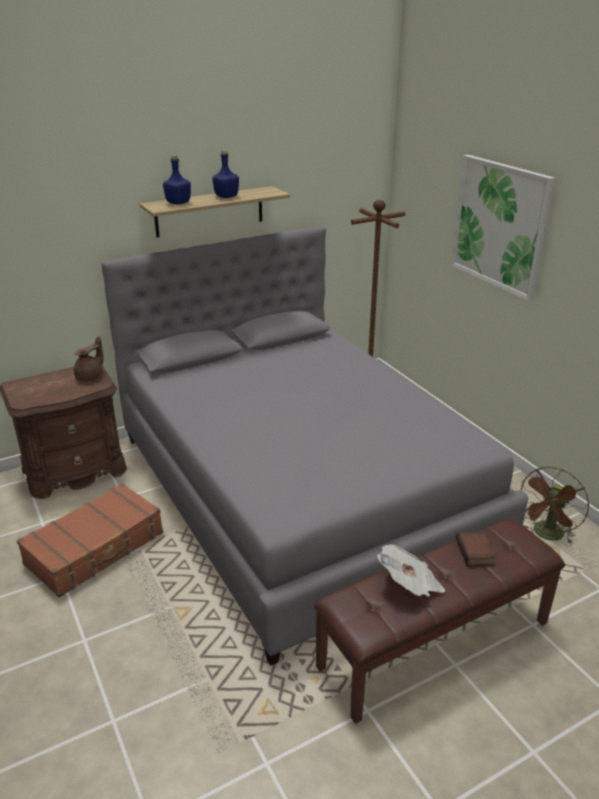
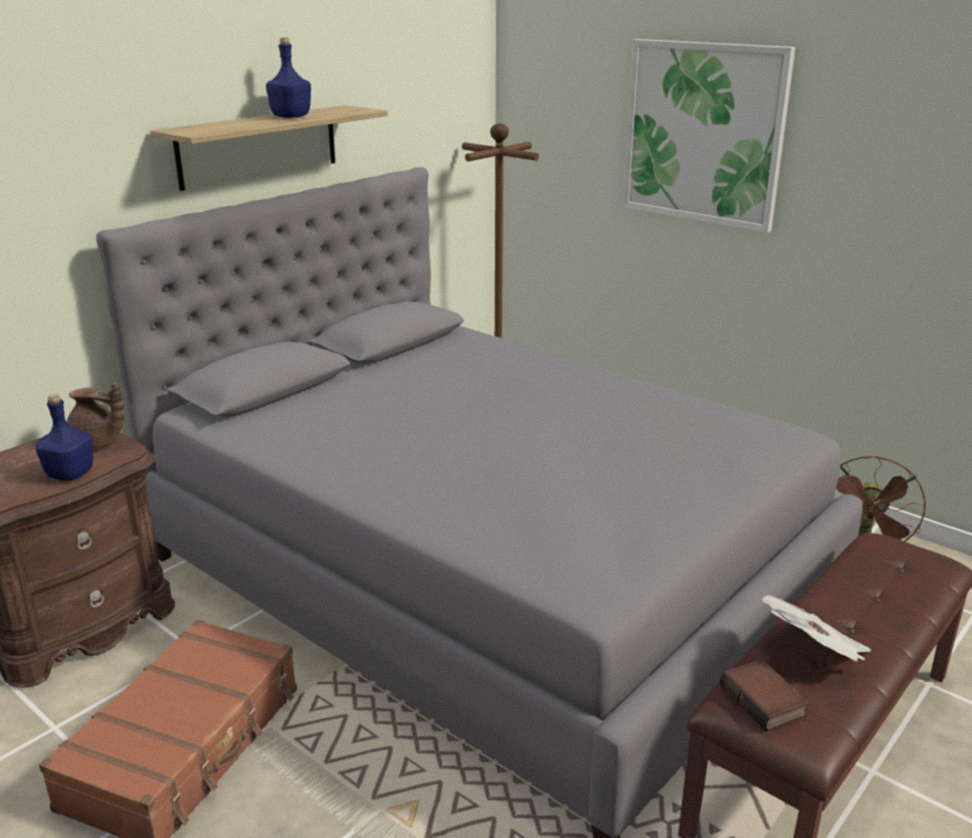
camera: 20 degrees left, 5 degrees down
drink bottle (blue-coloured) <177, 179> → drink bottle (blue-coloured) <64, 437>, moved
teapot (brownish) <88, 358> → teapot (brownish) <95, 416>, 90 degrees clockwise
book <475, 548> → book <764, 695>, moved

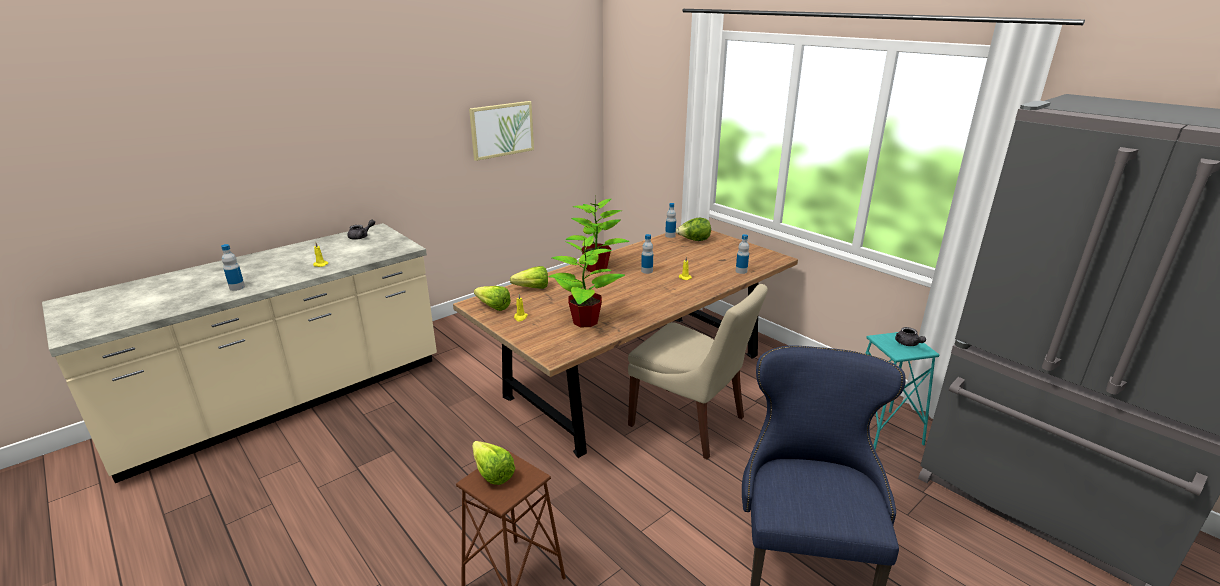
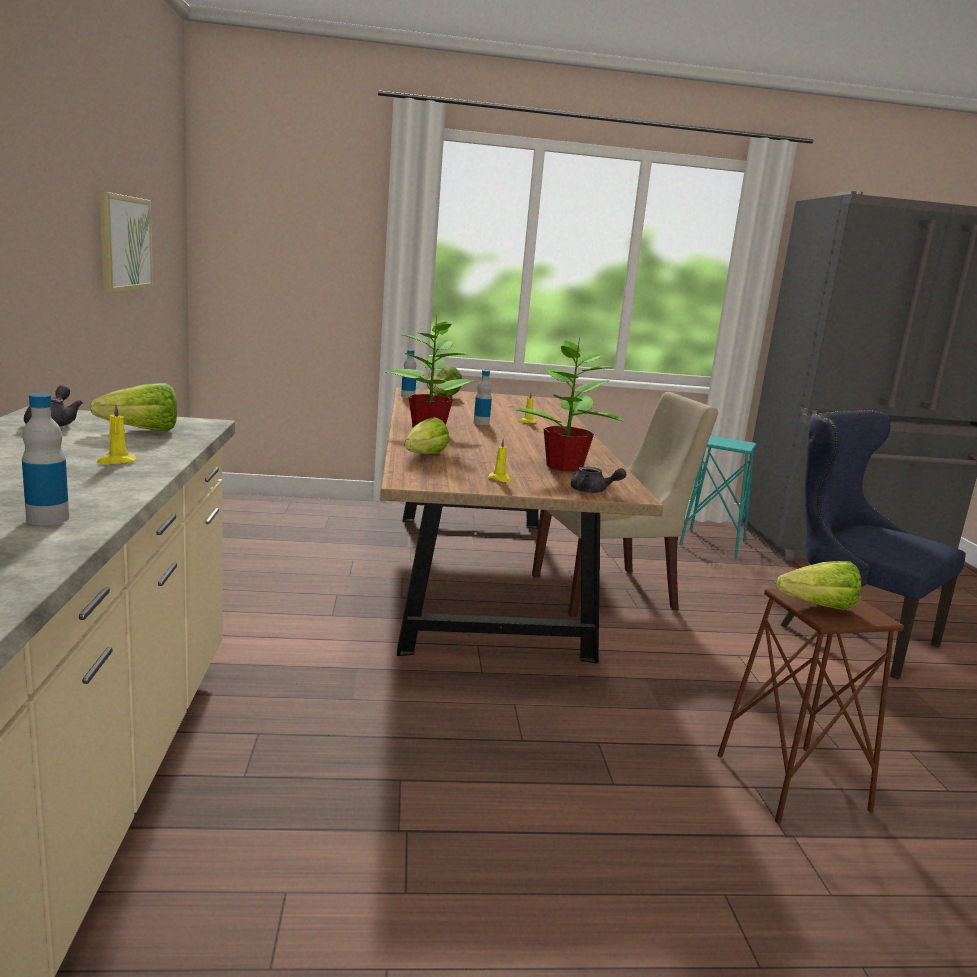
camera: 55 degrees left, 10 degrees down
lettuce <492, 298> → lettuce <133, 407>, moved
teapot (gray) <910, 336> → teapot (gray) <598, 479>, moved
drink bottle <742, 254> → -

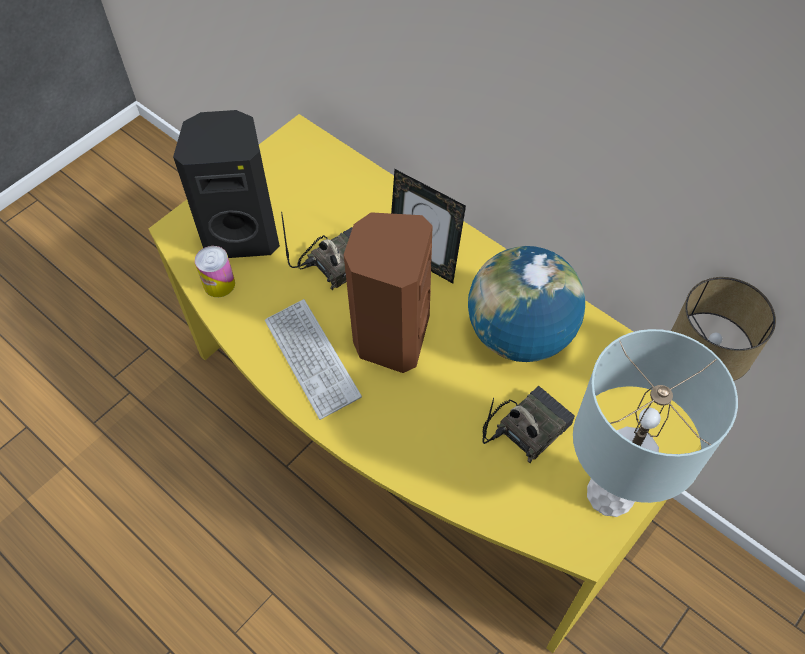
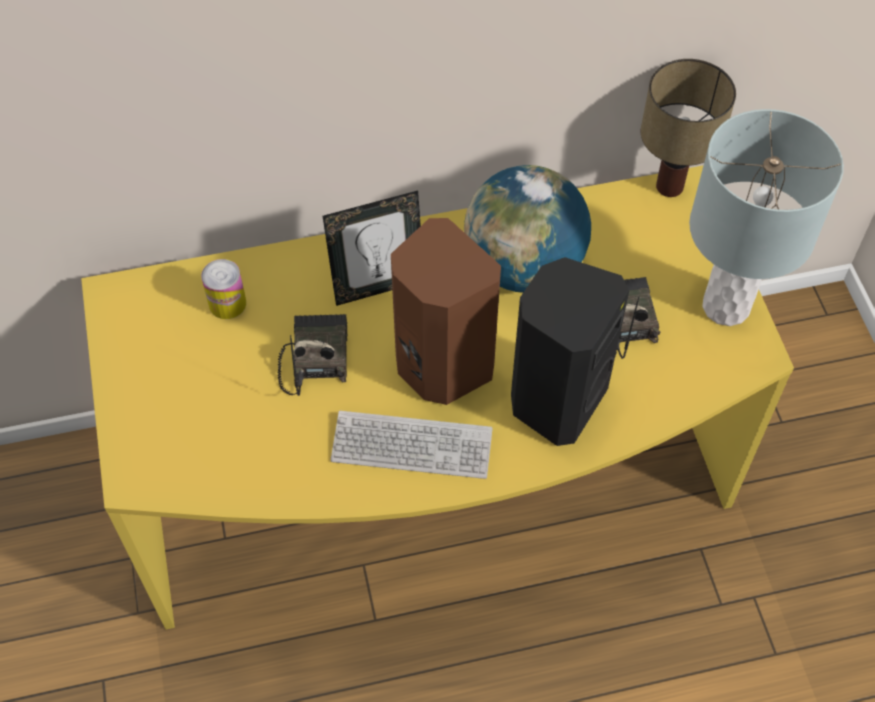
camera: 55 degrees left, 0 degrees up
can <215, 271> → can <223, 289>, moved
loudspeaker (black-coloured) <226, 184> → loudspeaker (black-coloured) <570, 351>, moved

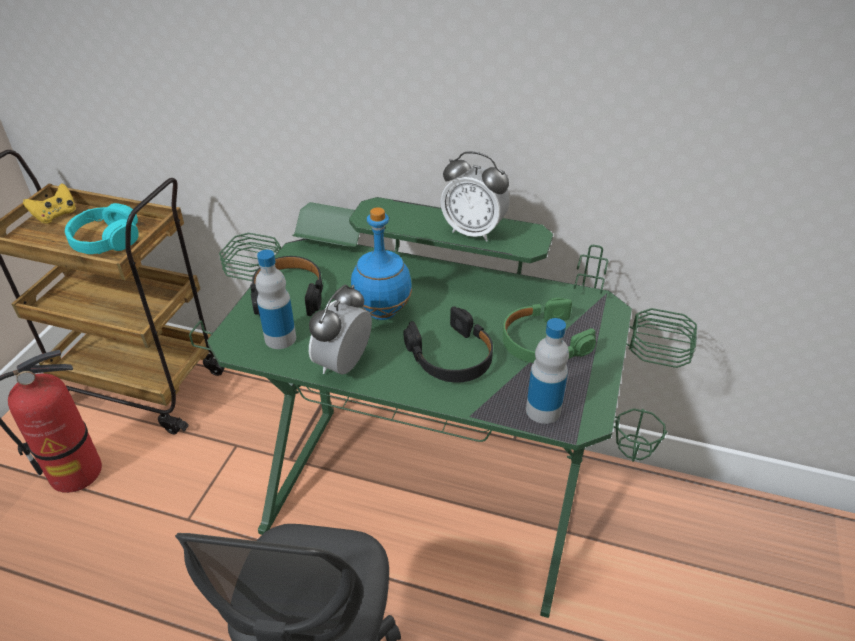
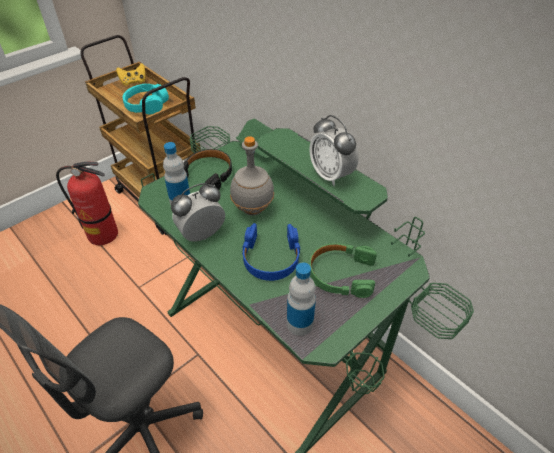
camera: 30 degrees right, 5 degrees up
drink bottle (blue-coloured) <381, 263> → drink bottle (gray) <252, 176>
headset (black-coloured) <448, 344> → headset (blue-coloured) <271, 252>

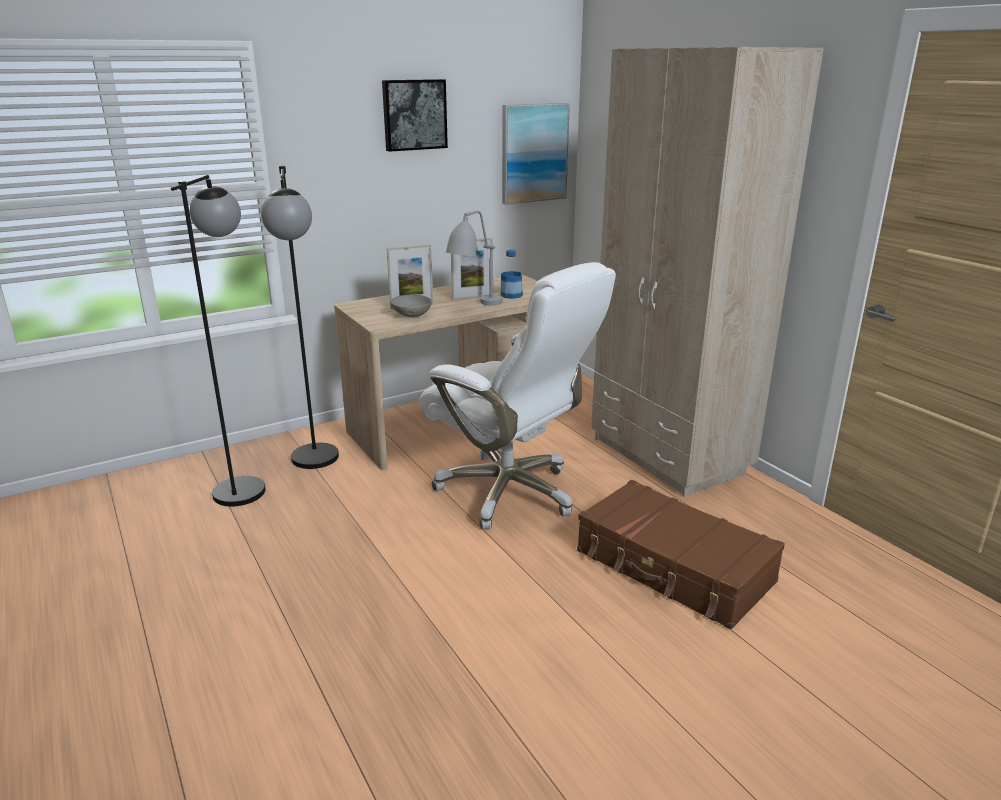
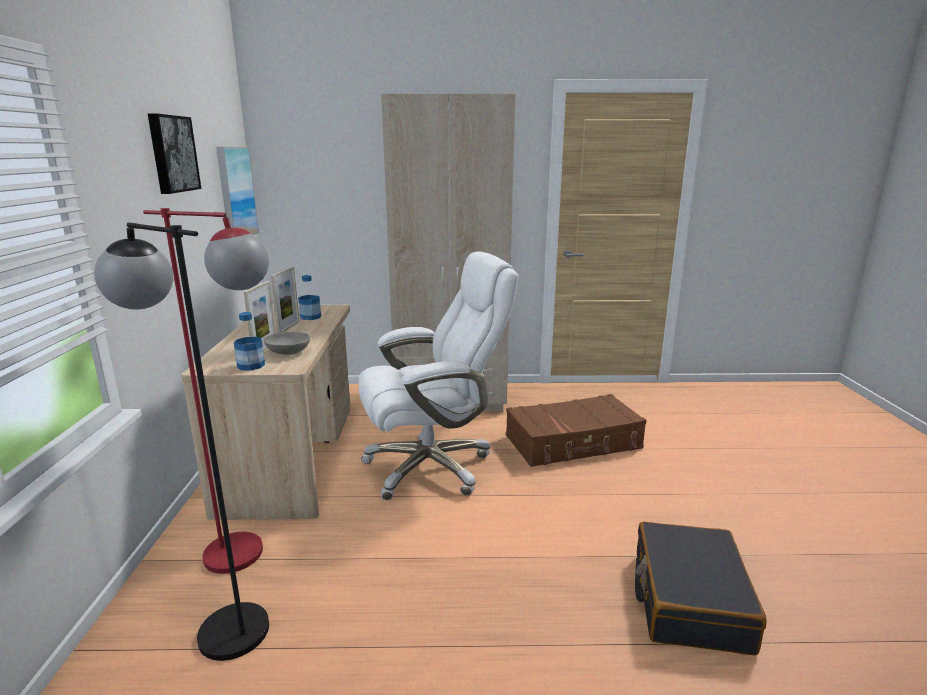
camera: 60 degrees left, 5 degrees down
standing lamp (black-coloured) <300, 317> → standing lamp (reddish) <206, 391>
- → drink bottle <249, 341>
- → travel case (black-coloured) <701, 588>
tabletop lamp (gray) <474, 257> → -

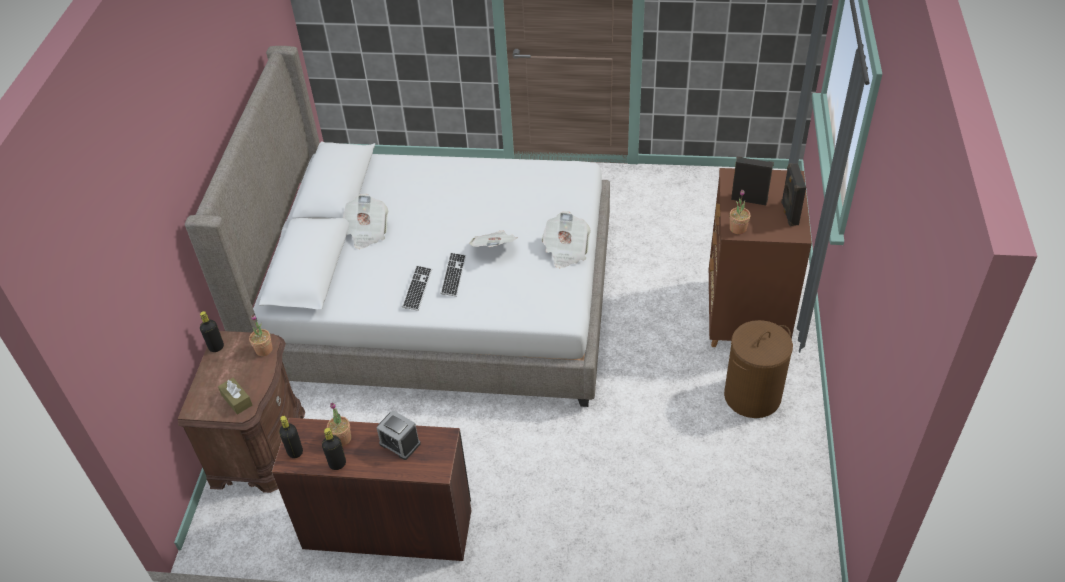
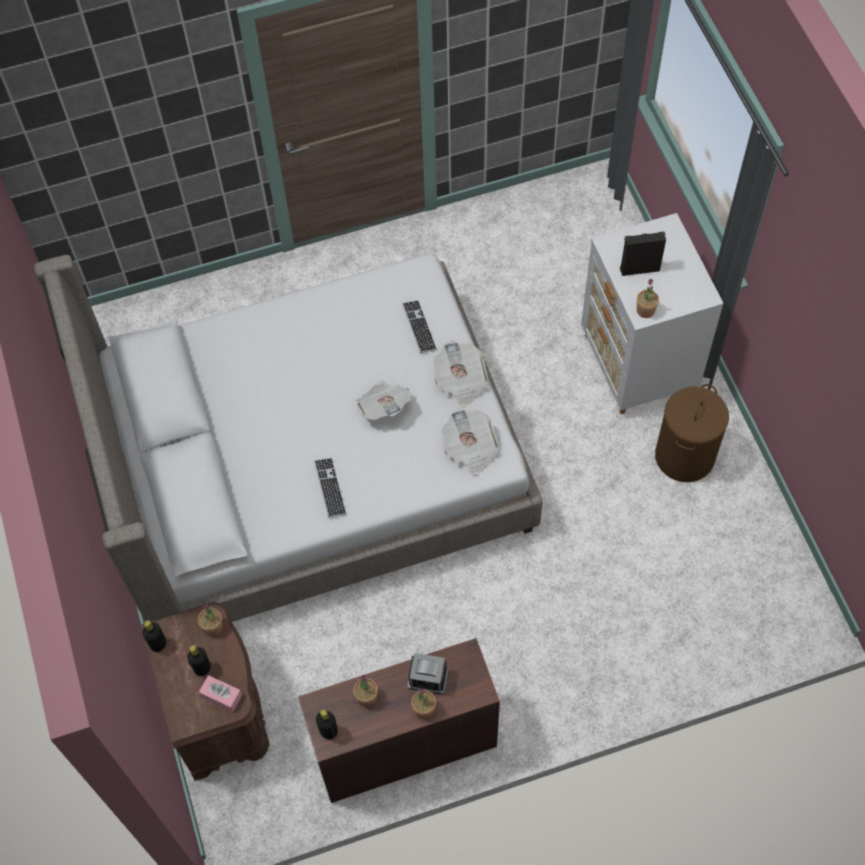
camera: 25 degrees left, 15 degrees up
drink bottle (black-coloured) <334, 449> → drink bottle (black-coloured) <199, 660>, moved
tissue box (brownish) <235, 396> → tissue box (pinkish) <220, 693>
PC keyboard <453, 274> → PC keyboard <419, 326>, moved
- → potted plant <423, 703>
newspaper <365, 221> → newspaper <470, 442>, moved
drawer chest (brownish) <760, 257> → drawer chest (white) <652, 314>
loudspeaker (black-coloured) <793, 194> → -

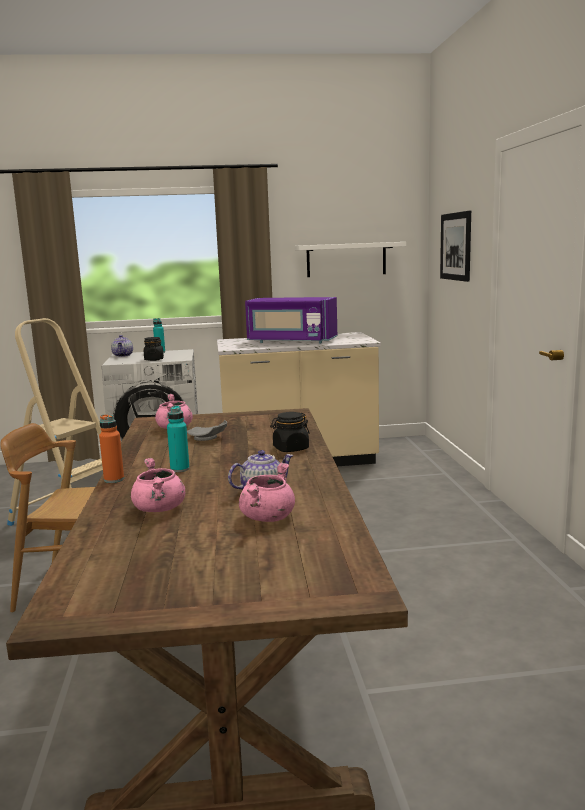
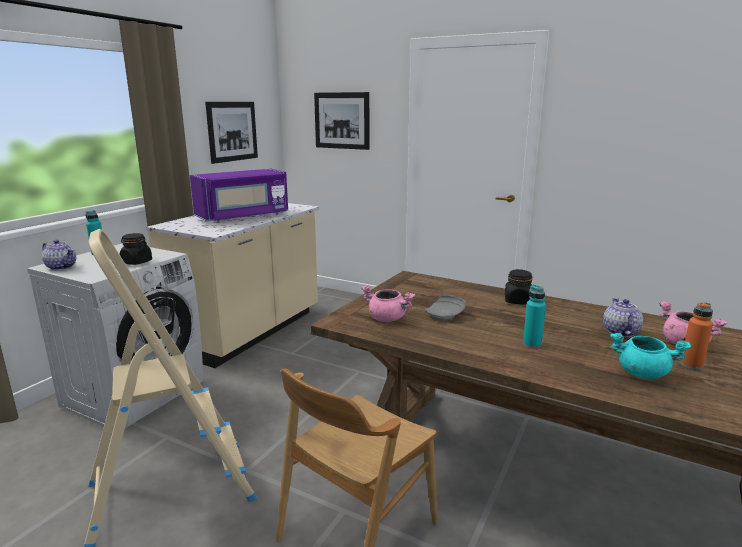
camera: 55 degrees left, 5 degrees up
shelf (white) <350, 259> → wall art <231, 133>
cooking pot (pinkish) <158, 485> → cooking pot (turquoise-coloured) <650, 356>
drink bottle (orange) <111, 448> → drink bottle (orange) <696, 336>, moved

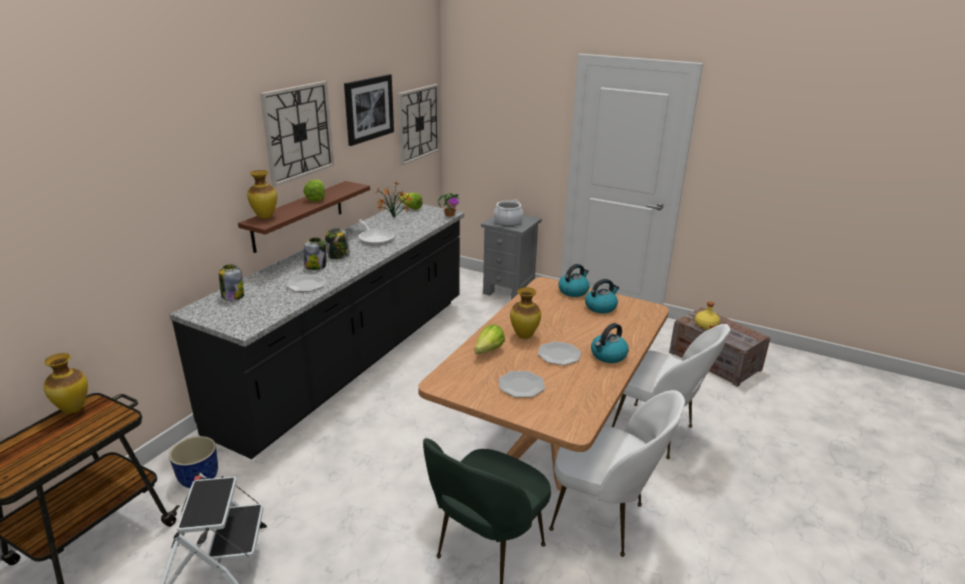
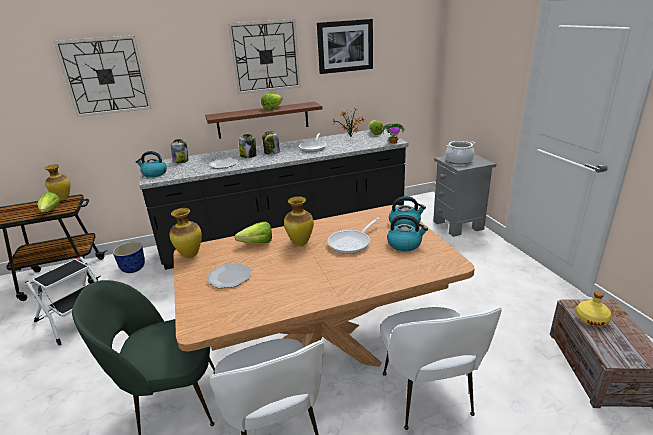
camera: 45 degrees right, 0 degrees up
- → lettuce <48, 202>
hanging clock <418, 125> → hanging clock <102, 76>, moved
water kettle <610, 343> → water kettle <151, 164>, moved
vase <262, 194> → vase <186, 233>, moved
- → pan <353, 235>
flat dish <559, 353> → -

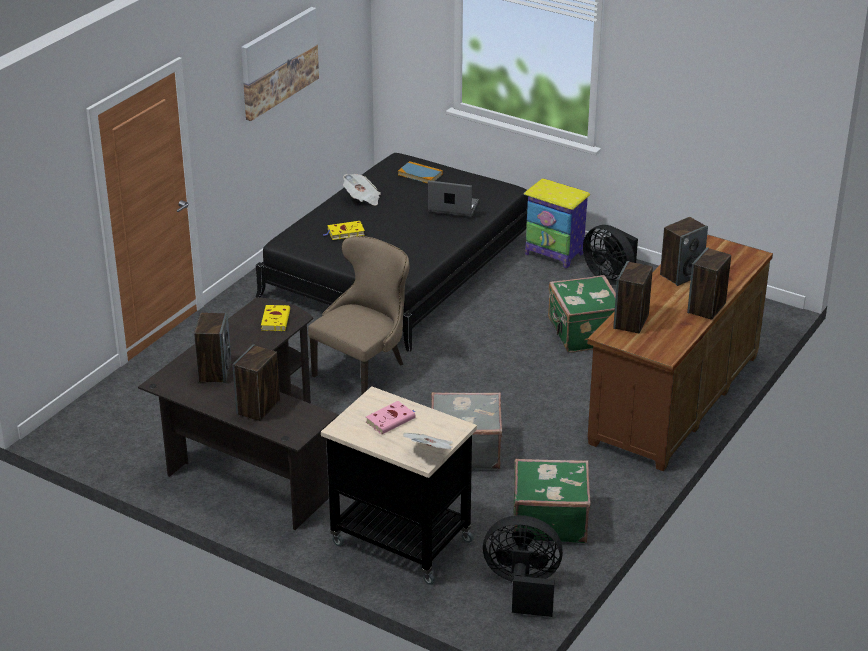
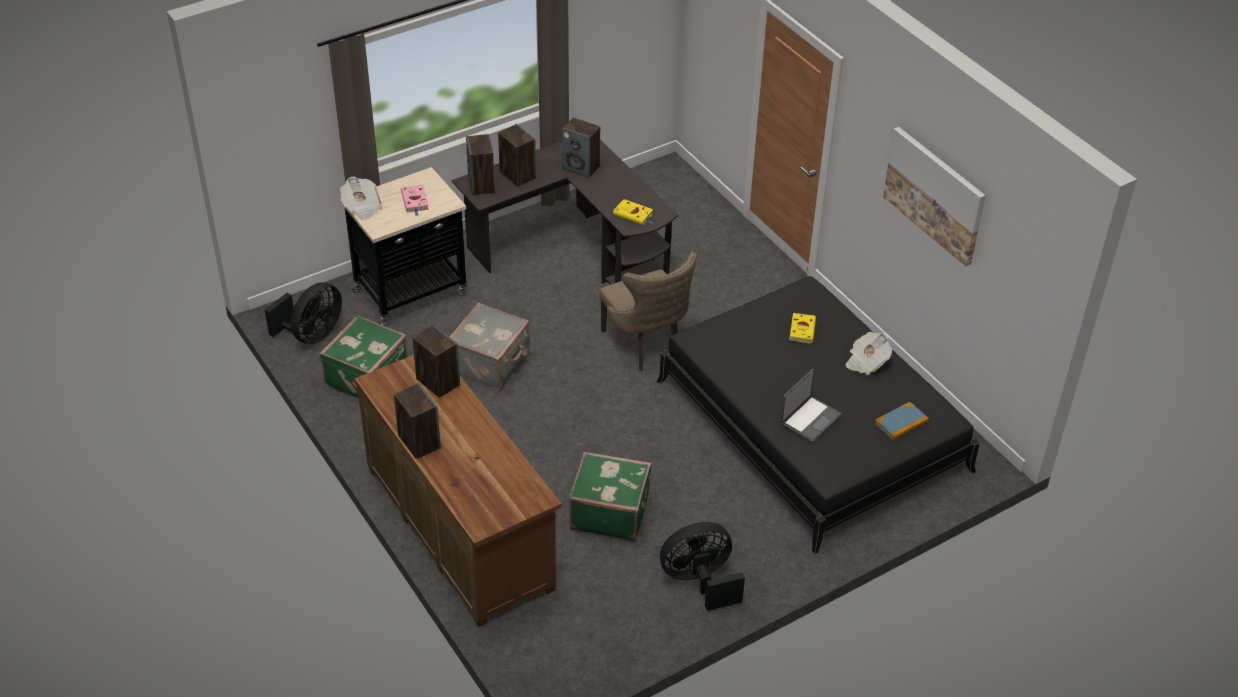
camera: 115 degrees right, 10 degrees up
loudspeaker <684, 251> → loudspeaker <480, 164>, moved
night table <557, 223> → -

